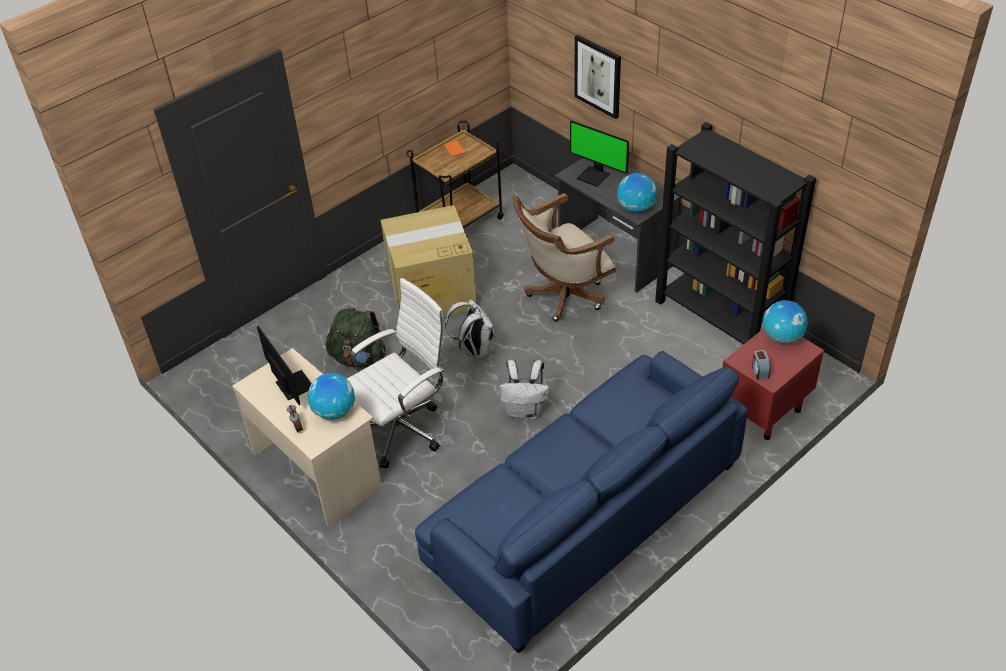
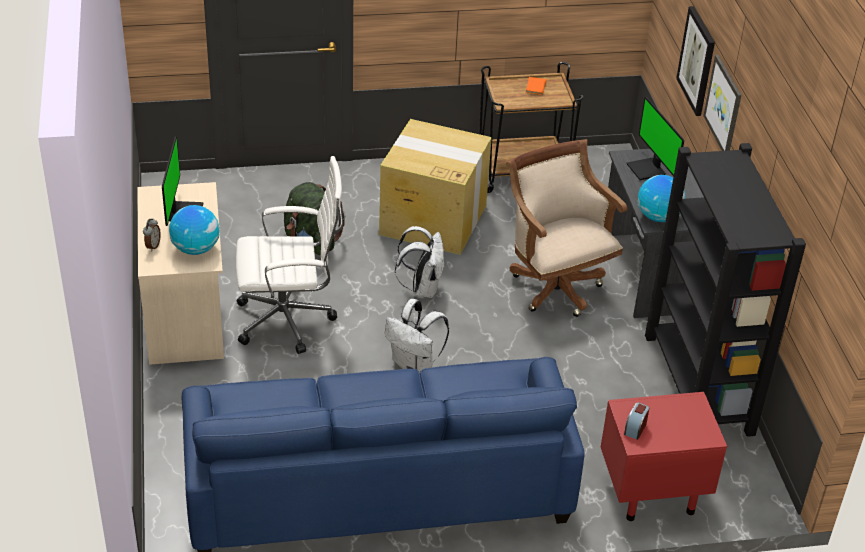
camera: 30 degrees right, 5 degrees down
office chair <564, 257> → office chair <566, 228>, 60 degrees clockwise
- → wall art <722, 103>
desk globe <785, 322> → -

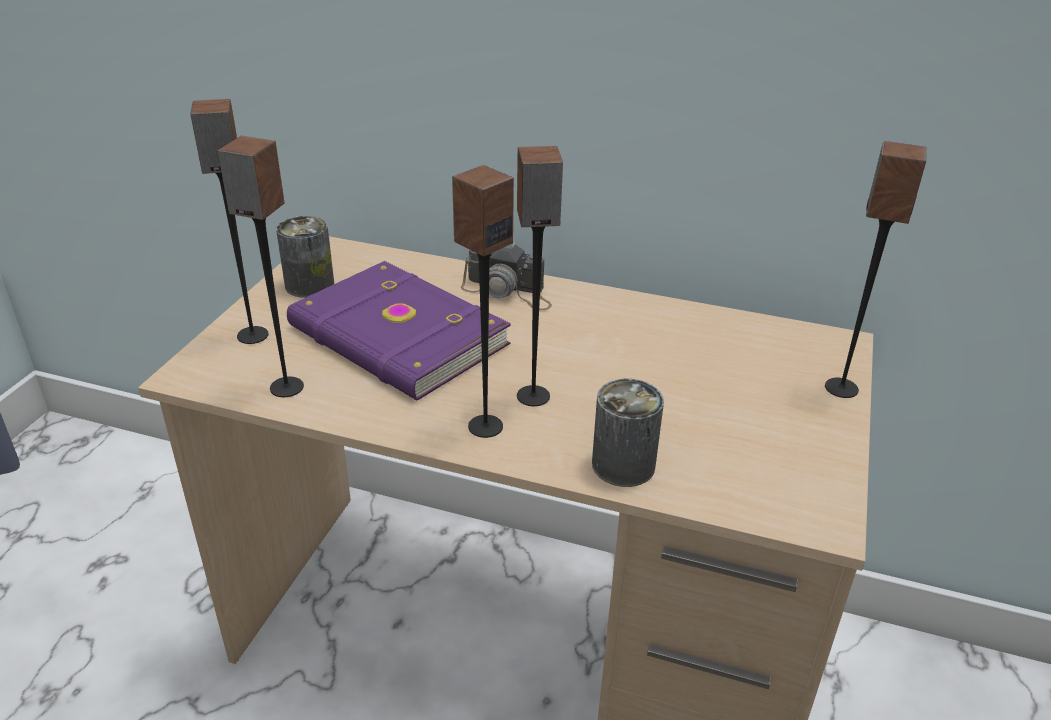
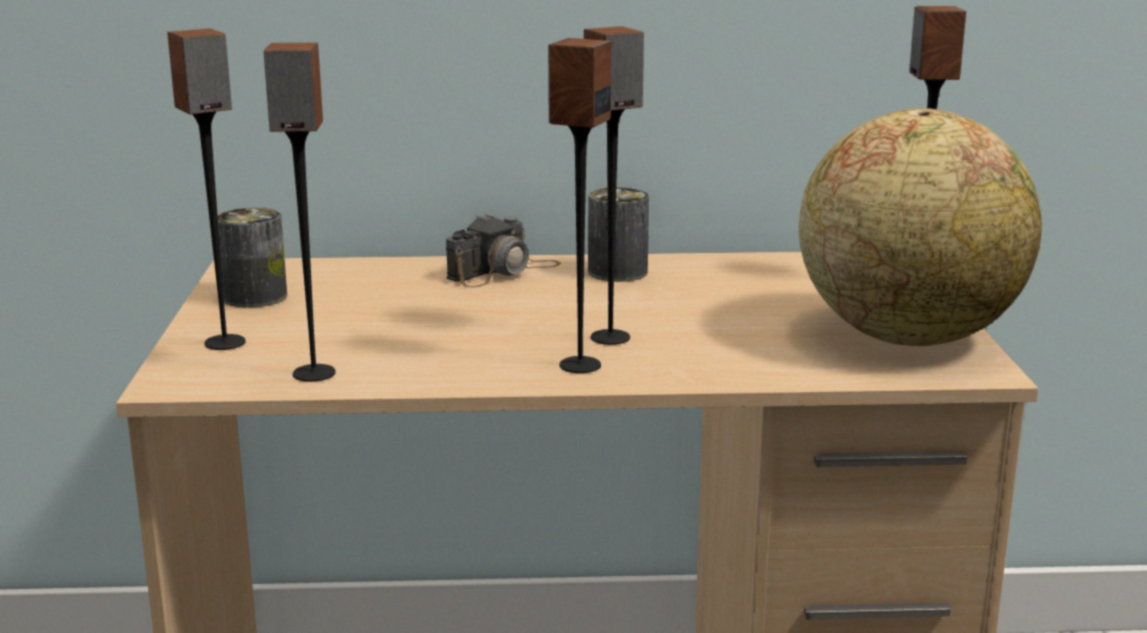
camera: 20 degrees left, 15 degrees down
still camera <506, 276> → still camera <503, 250>, 45 degrees counterclockwise
can <628, 433> → can <618, 234>, moved
- → desk globe <920, 227>
book (purple-coloured) <399, 330> → -

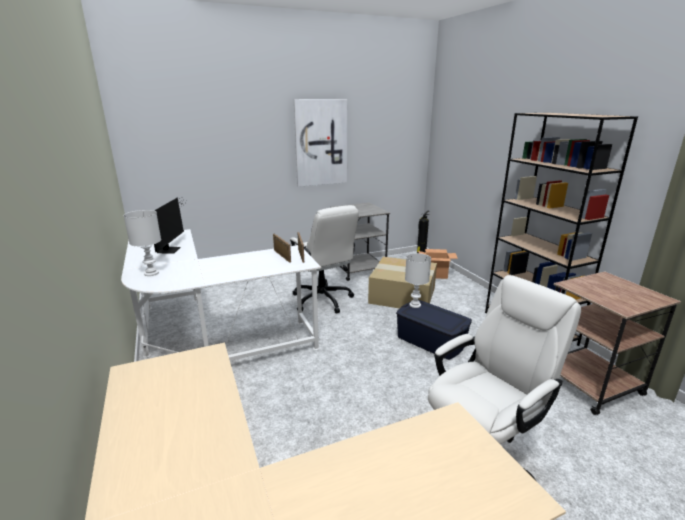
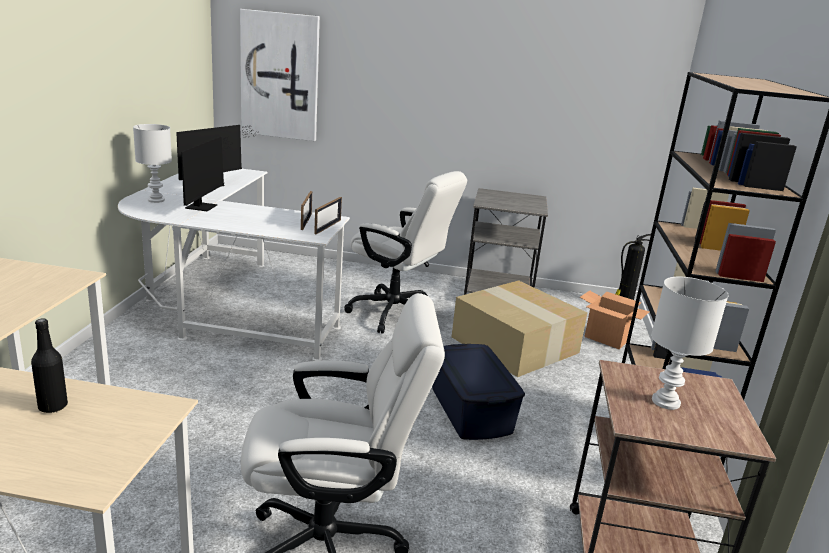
camera: 30 degrees right, 0 degrees up
- → drink bottle (black-coloured) <49, 365>
- → computer display <206, 173>
wall art <320, 143> → wall art <280, 75>, moved
office chair (white) <324, 259> → office chair (white) <405, 252>, 60 degrees counterclockwise
tabletop lamp (white) <418, 280> → tabletop lamp (white) <690, 343>, moved

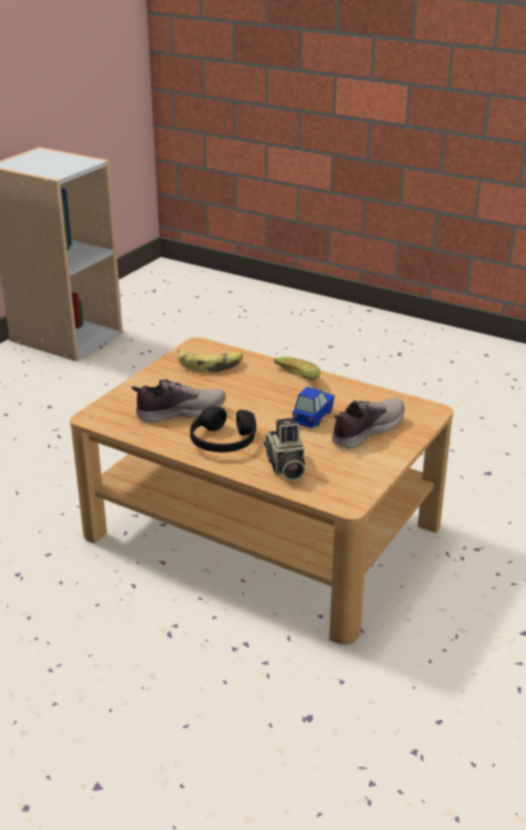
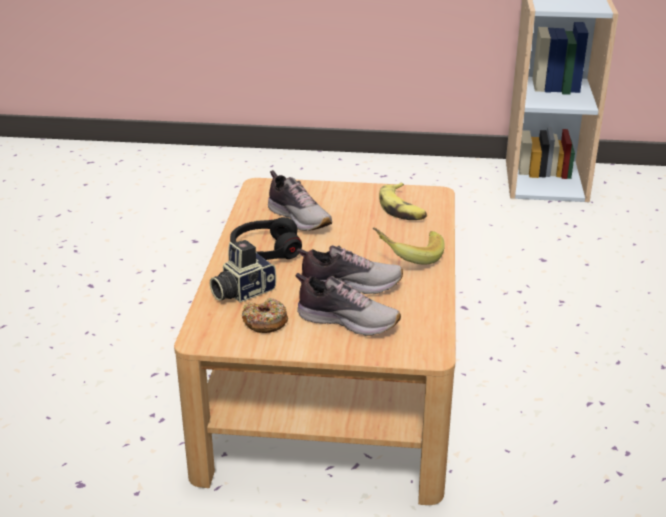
camera: 65 degrees right, 0 degrees up
- → donut <265, 315>
model car (blue-coloured) <314, 407> → item of footwear <350, 269>

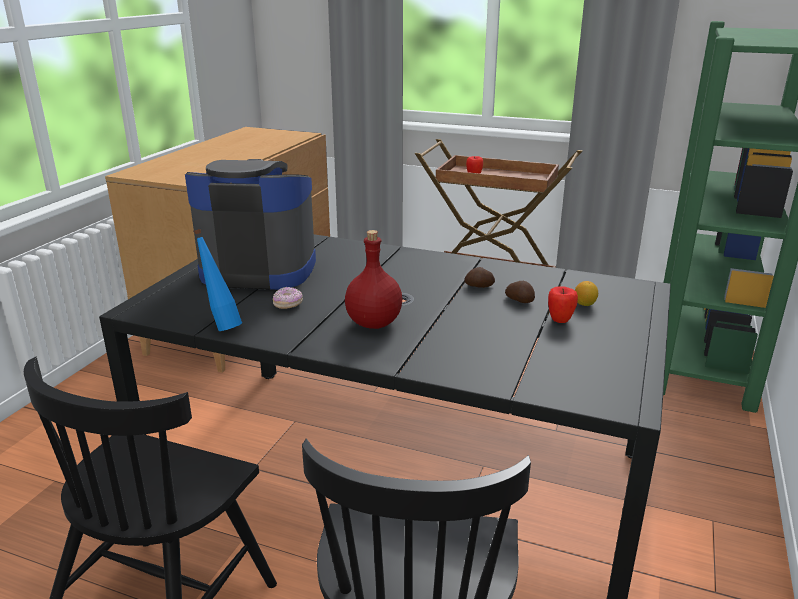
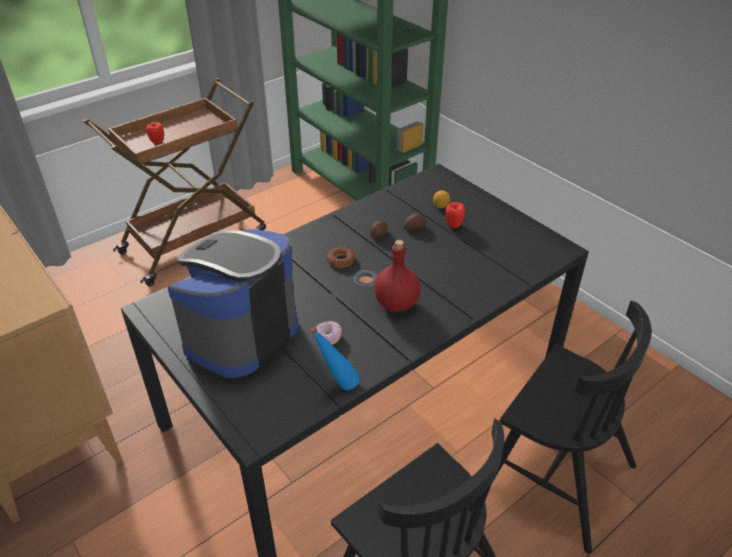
camera: 60 degrees left, 15 degrees up
- → donut <341, 257>

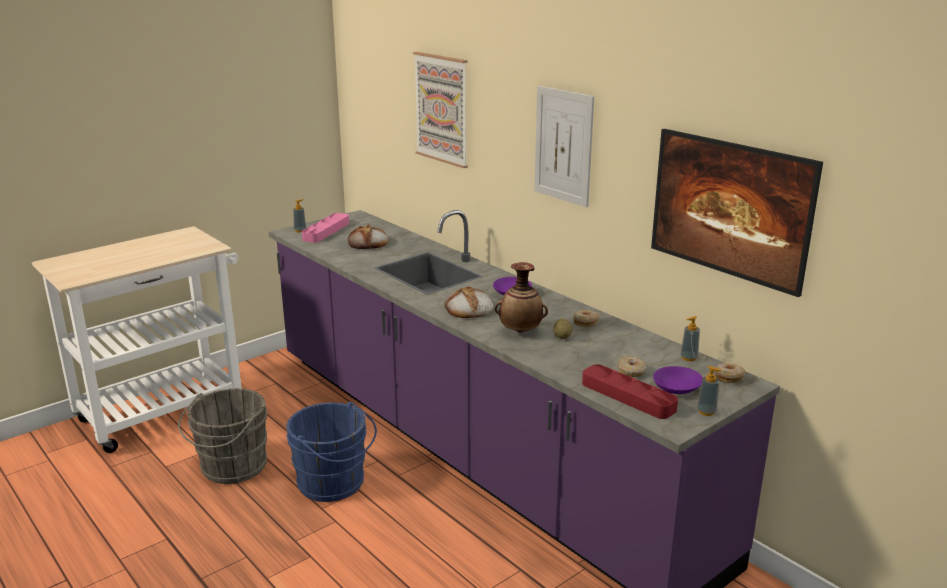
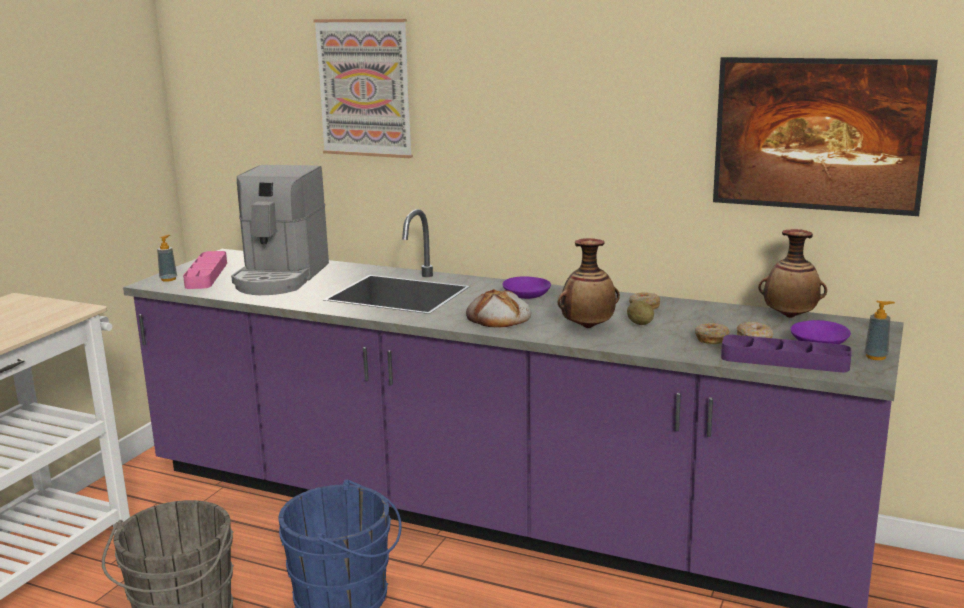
camera: 25 degrees left, 5 degrees down
baked bread <368, 236> → coffee brewer <280, 230>
donut <730, 373> → donut <712, 333>, moved
tray (reddish) <630, 391> → tray (purple-coloured) <786, 354>
soap dispenser <690, 338> → vase <792, 273>
wall art <564, 146> → -

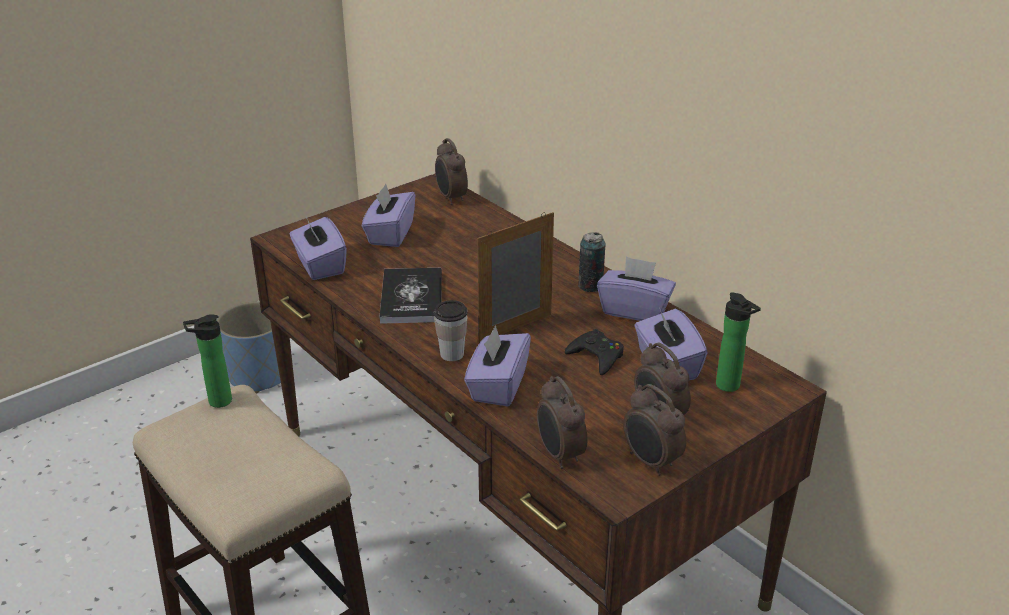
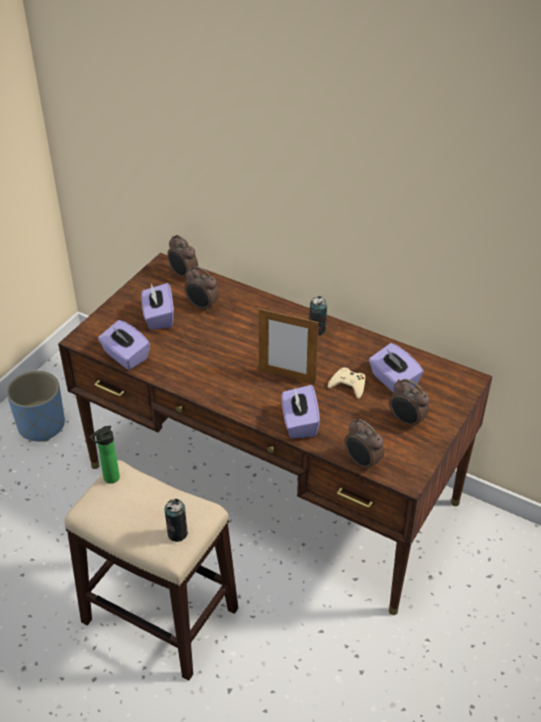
camera: 20 degrees left, 10 degrees up
- → can <176, 520>
bedside clock <654, 430> → bedside clock <201, 289>, moved
photo frame <515, 277> → photo frame <288, 346>, 105 degrees counterclockwise
gamepad (black-coloured) <594, 352> → gamepad (beige) <347, 383>
book <410, 296> → -
drinking cup <451, 330> → -
tissue box (purple-coloured) <636, 288> → -
drink bottle <738, 342> → -

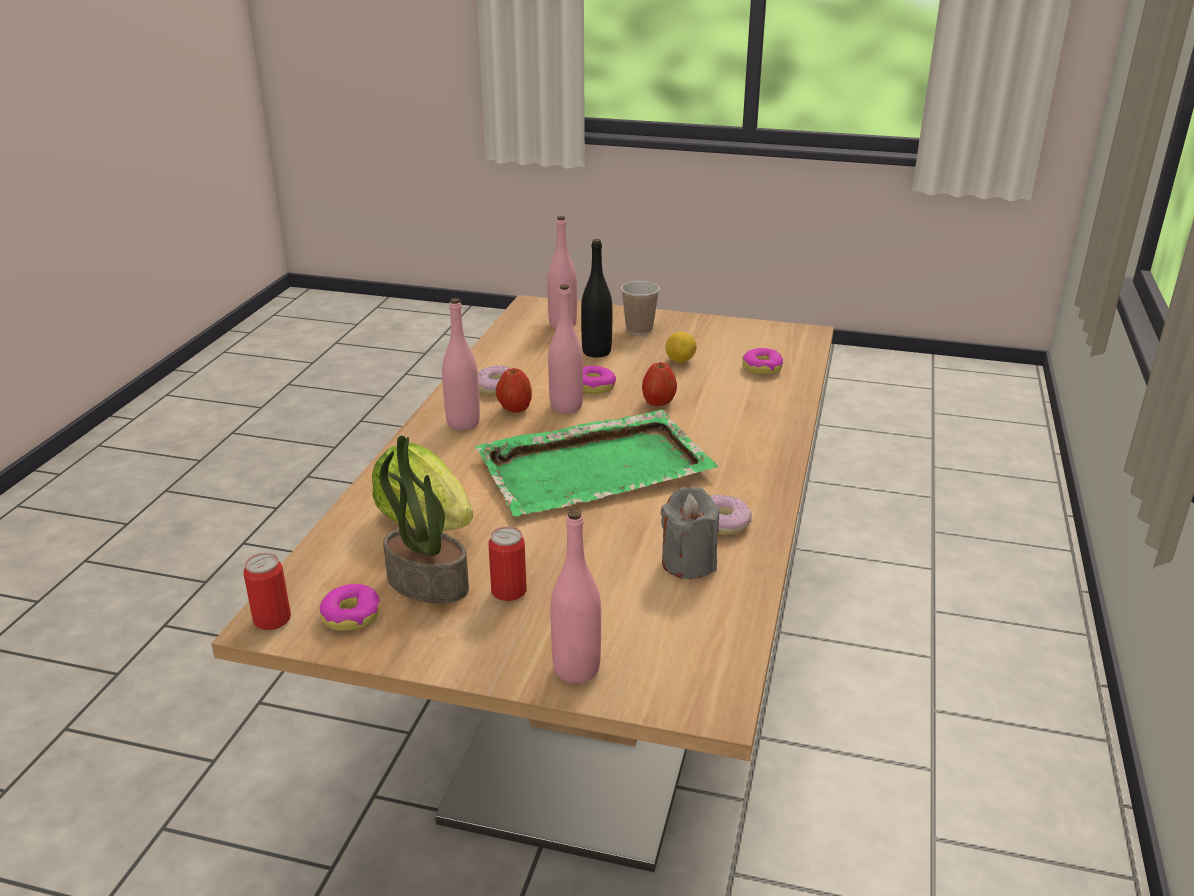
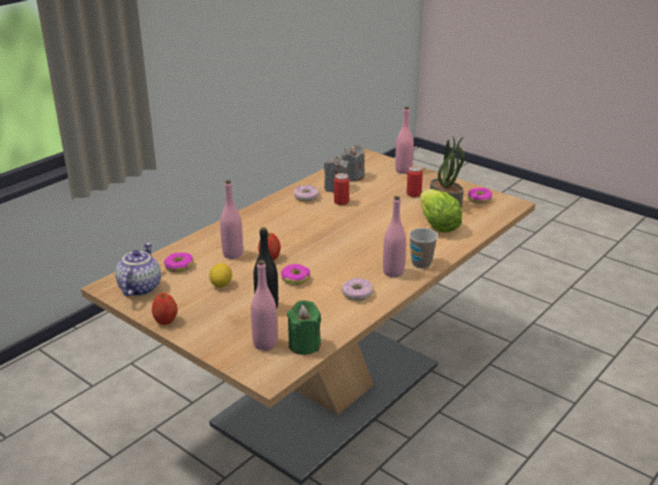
camera: 155 degrees left, 0 degrees up
- → teapot <138, 269>
whole apple <514, 390> → whole apple <165, 309>, moved
drink bottle (pinkish) <565, 349> → drink bottle (pinkish) <231, 219>, moved
- → wax candle (green) <304, 327>
can <267, 591> → can <341, 189>, moved
- → wax candle (gray) <353, 162>
drinking cup <640, 308> → drinking cup <423, 248>, moved
tray (green) <596, 463> → -

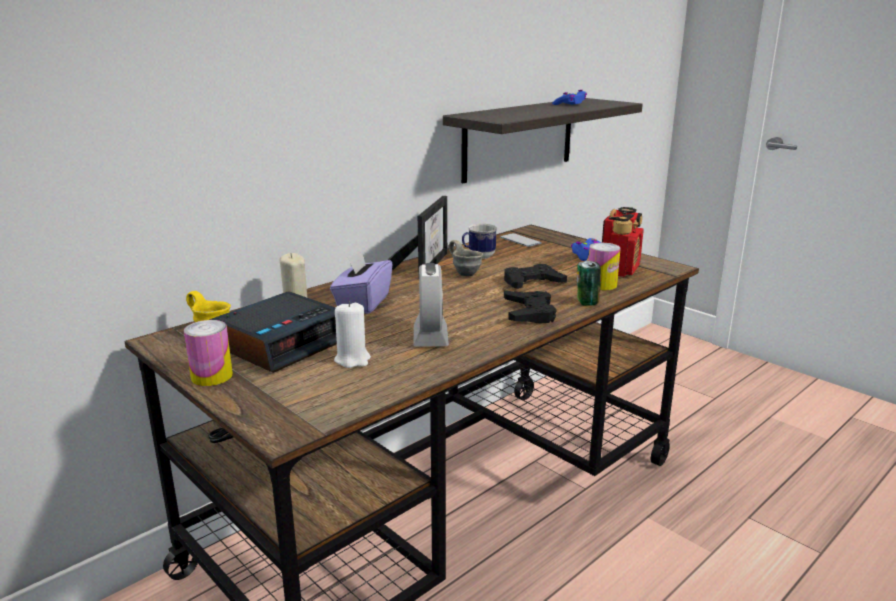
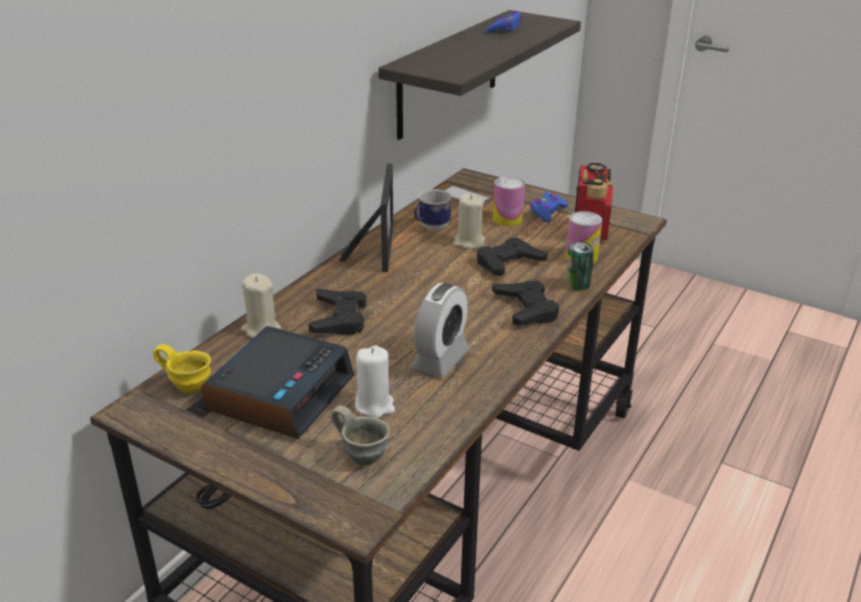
camera: 15 degrees left, 10 degrees up
tissue box (purple-coloured) <361, 281> → gamepad (black-coloured) <338, 312>
coffee mug (gray) <466, 258> → coffee mug (gray) <360, 435>, moved
bedside clock <431, 305> → bedside clock <440, 330>, 45 degrees clockwise
- → wax candle (beige) <469, 221>
can <208, 353> → can <509, 201>, moved

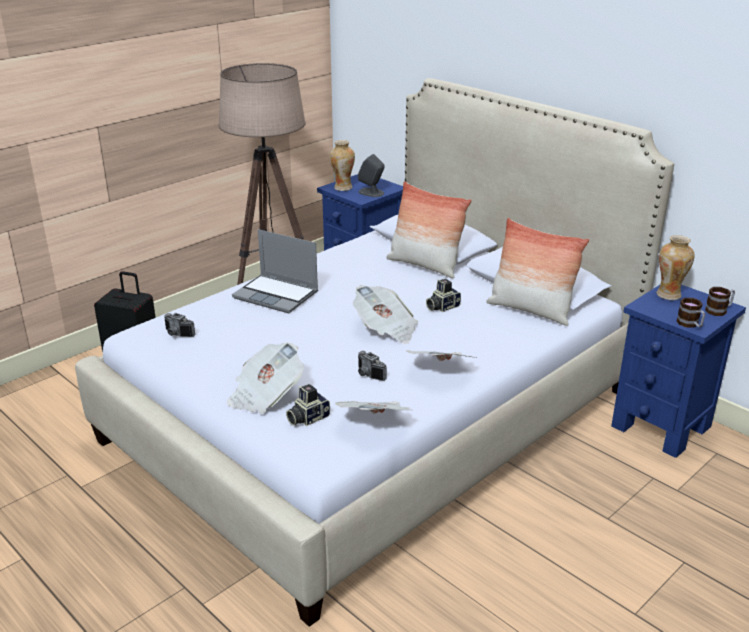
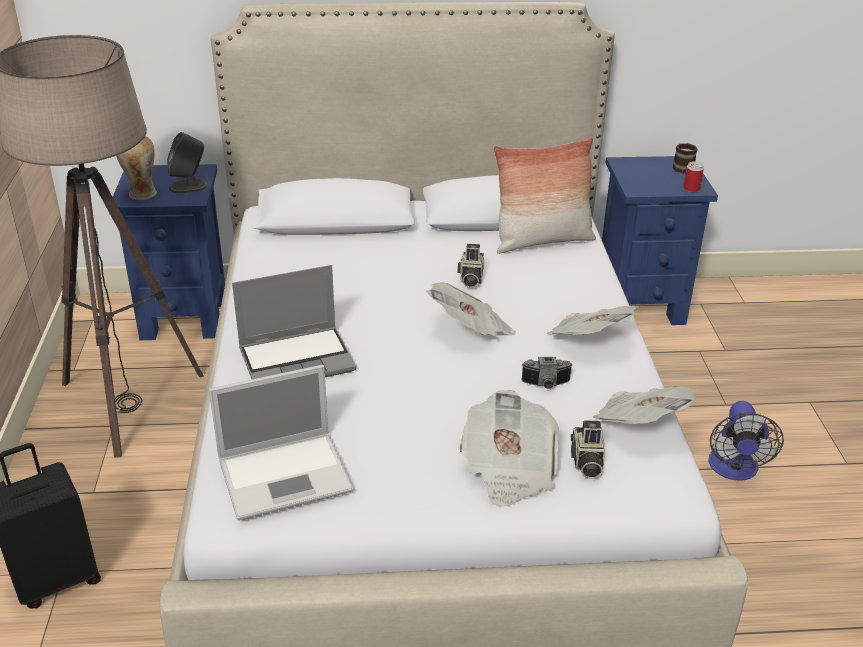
camera: 50 degrees left, 5 degrees up
still camera <179, 325> → notebook computer <281, 442>
coffee mug <691, 313> → can <693, 176>
- → electric fan <746, 441>
cushion <429, 229> → -
vase <675, 267> → -

